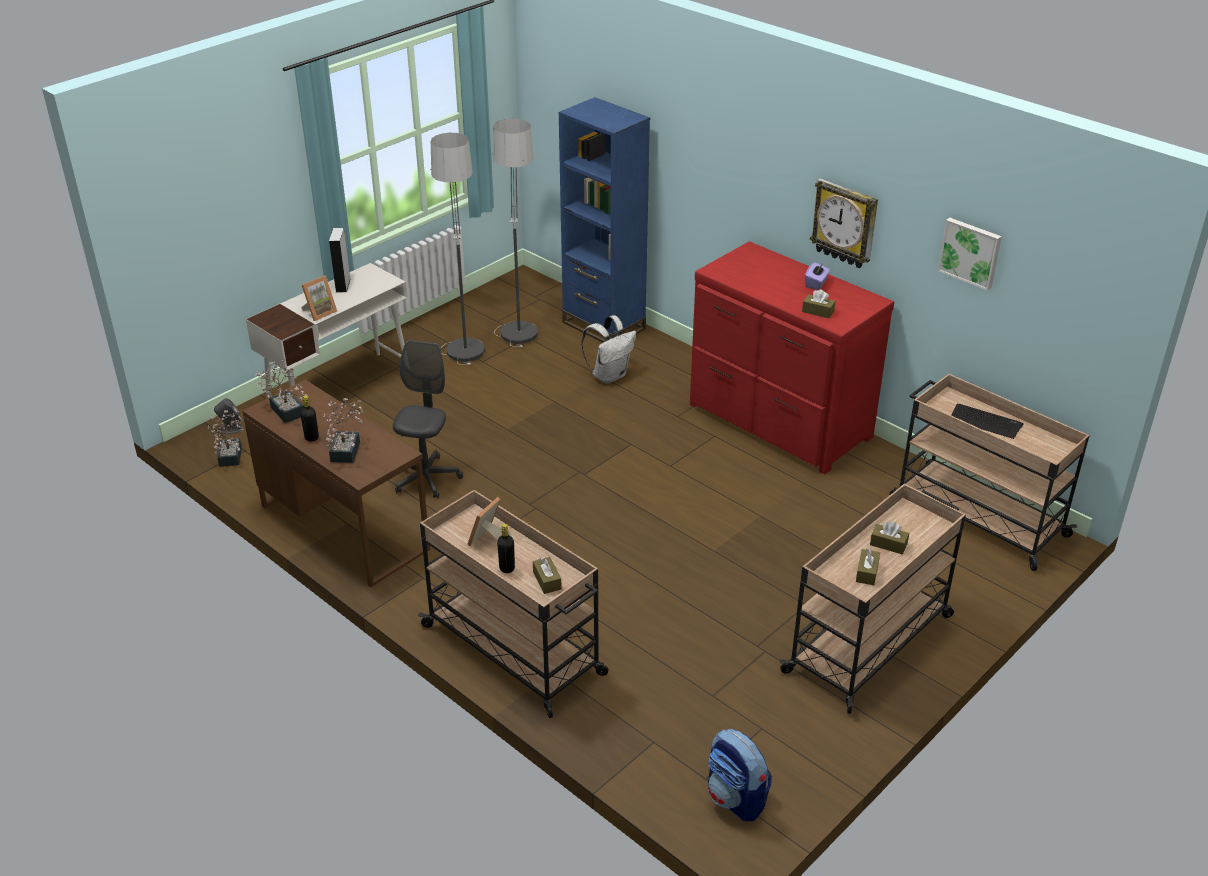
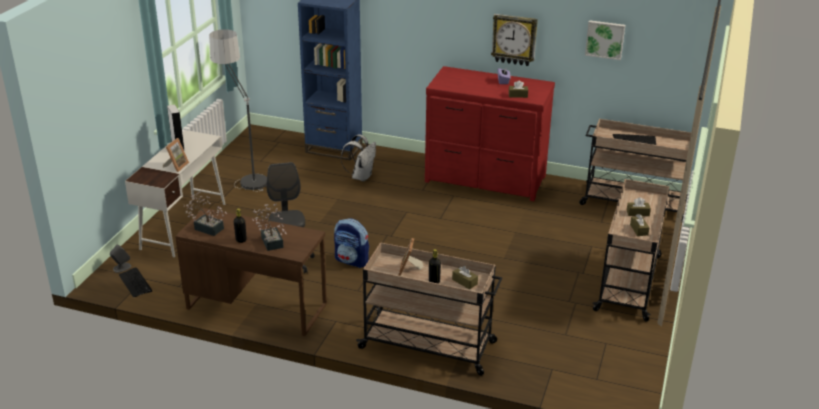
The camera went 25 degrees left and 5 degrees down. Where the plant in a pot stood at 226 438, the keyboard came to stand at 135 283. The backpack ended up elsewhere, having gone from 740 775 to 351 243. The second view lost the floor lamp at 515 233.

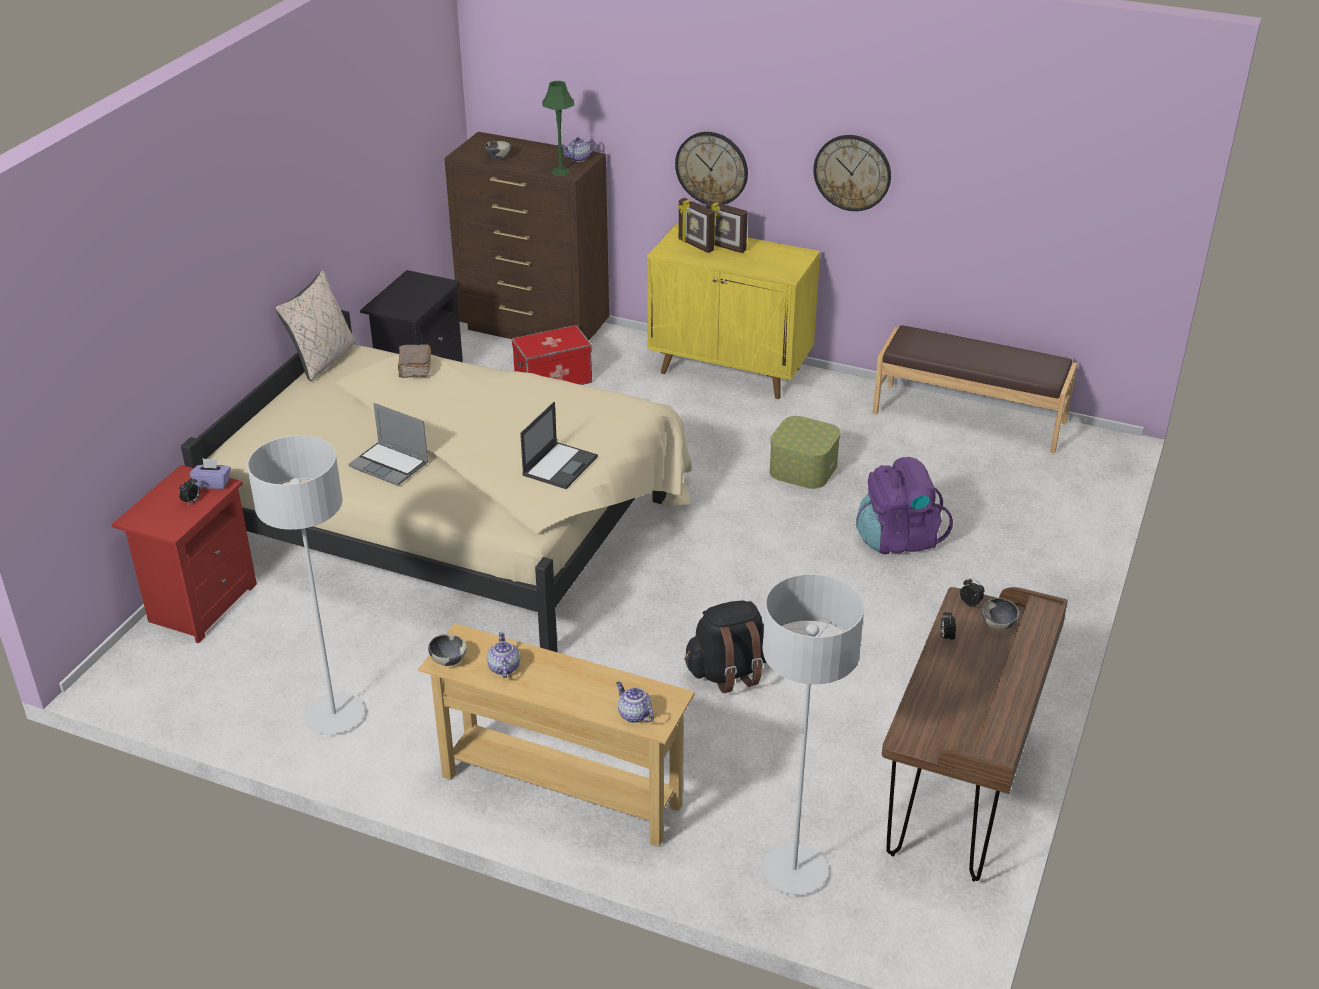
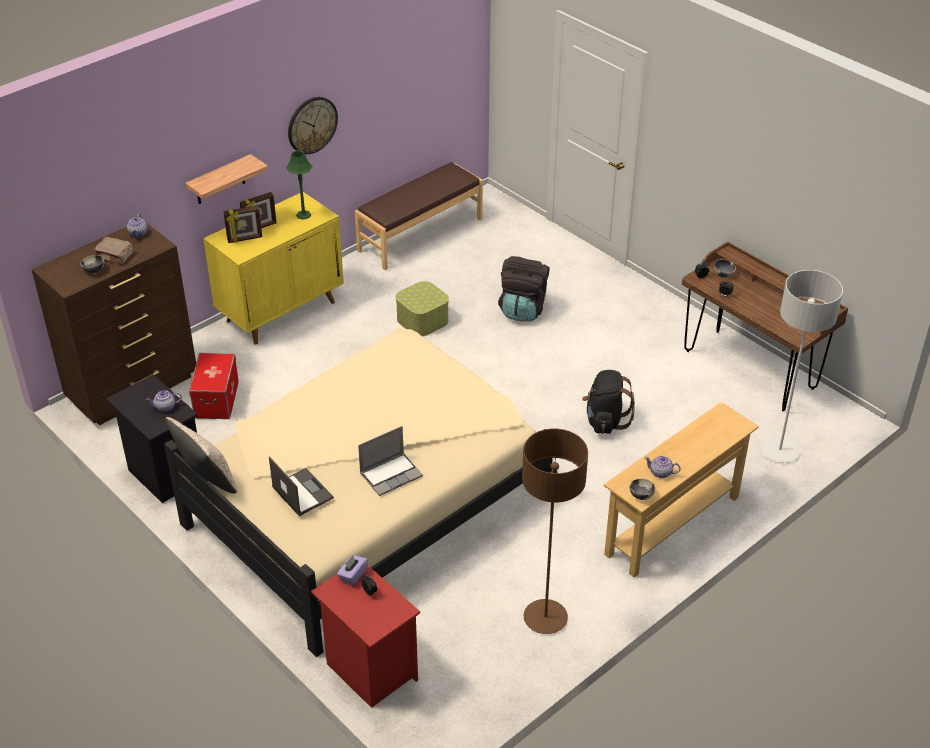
The camera went 65 degrees left and 5 degrees up. The brown-coloured bound book ended up elsewhere, having gone from 414 361 to 113 251. The pot for tea ended up elsewhere, having gone from 635 702 to 164 401. Where the wall clock hung at 711 168, the bracket shelf came to hang at 226 179. The laptop ended up elsewhere, having gone from 559 445 to 301 486. The green-coloured tabletop lamp ended up elsewhere, having gone from 558 128 to 299 185. What was the purplish backpack at 904 505 turned into the blackish backpack at 523 289. What was the grey floor lamp at 305 584 turned into the brown-coloured floor lamp at 555 531.

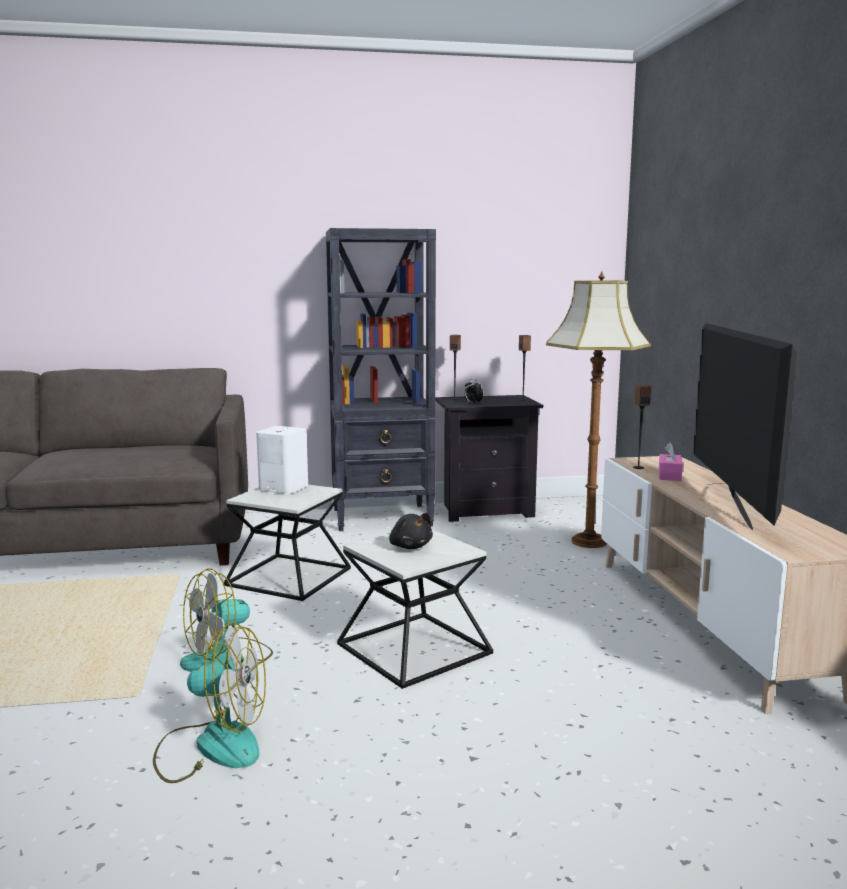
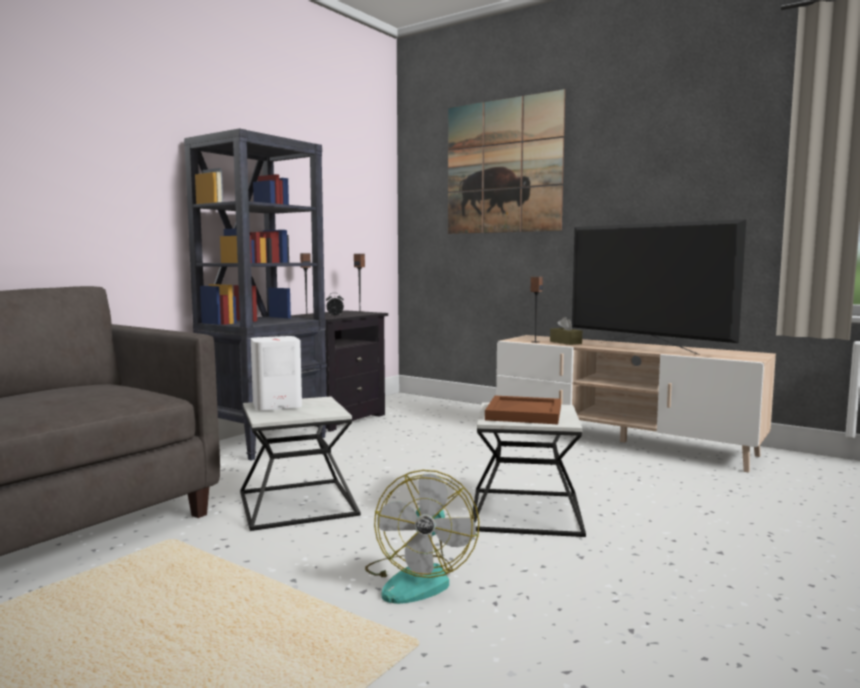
The camera went 45 degrees left and 5 degrees down. The second view gained the wall art at 506 161. Where the blackish cuddly toy stood at 411 531, the brown-coloured carrying tray came to stand at 523 410. What was the pink tissue holder at 671 461 turned into the brown-coloured tissue holder at 566 331. The second view lost the fan at 209 702. The second view lost the floor lamp at 598 410.

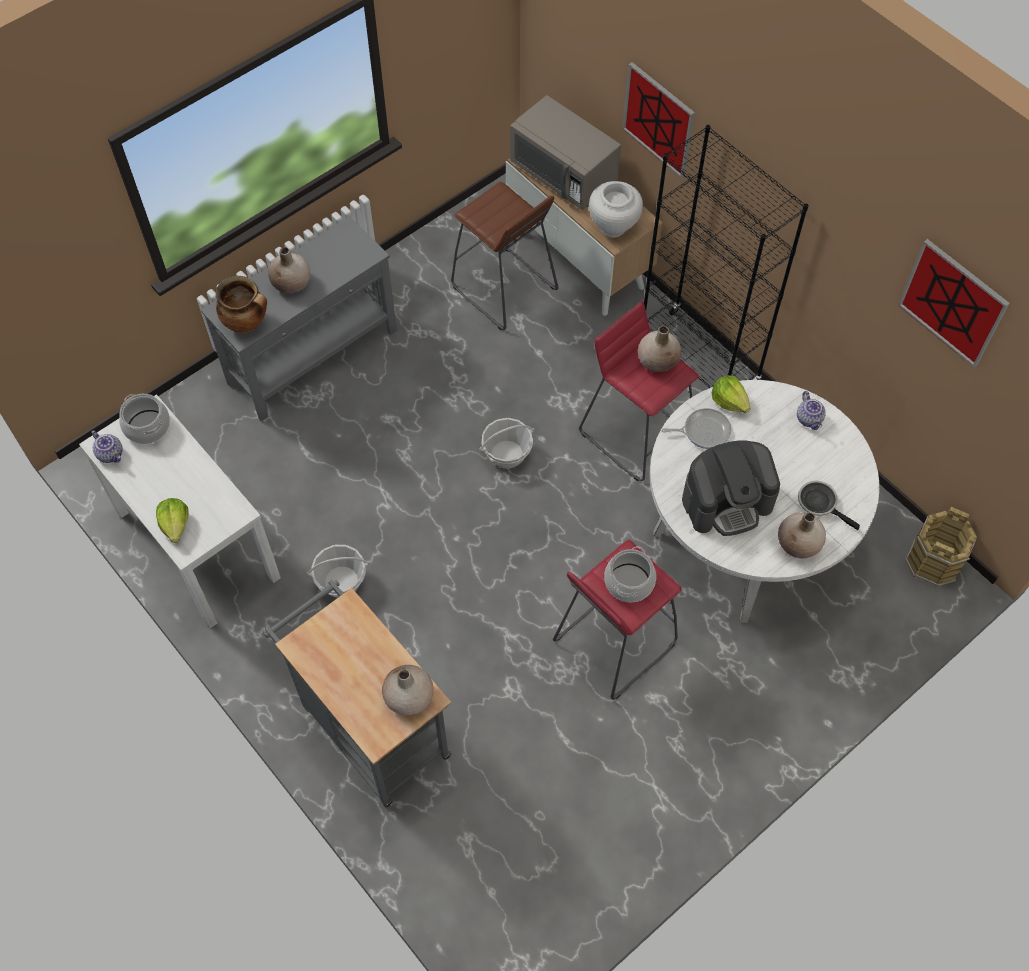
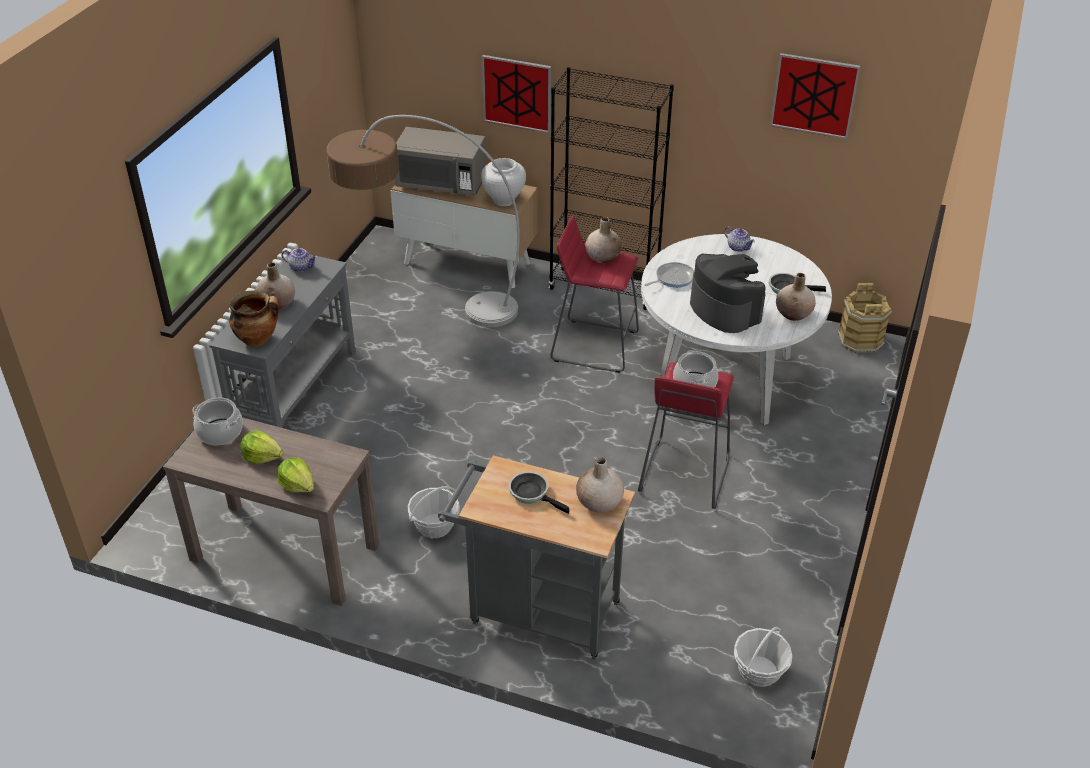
The camera went 30 degrees left and 20 degrees down. What was the whitish narrow table at 180 511 turned into the brown-coloured narrow table at 271 511. The head of lettuce ended up elsewhere, having gone from 731 394 to 262 447. The pot for tea ended up elsewhere, having gone from 107 446 to 299 260. Where the brown-coloured stool seat stood at 504 256, the floor lamp came to stand at 423 221. The second view gained the pan at 539 492. The coffee maker at 731 488 ended up facing another way, 75 degrees counterclockwise from before. The basket ended up elsewhere, having gone from 507 443 to 763 657.

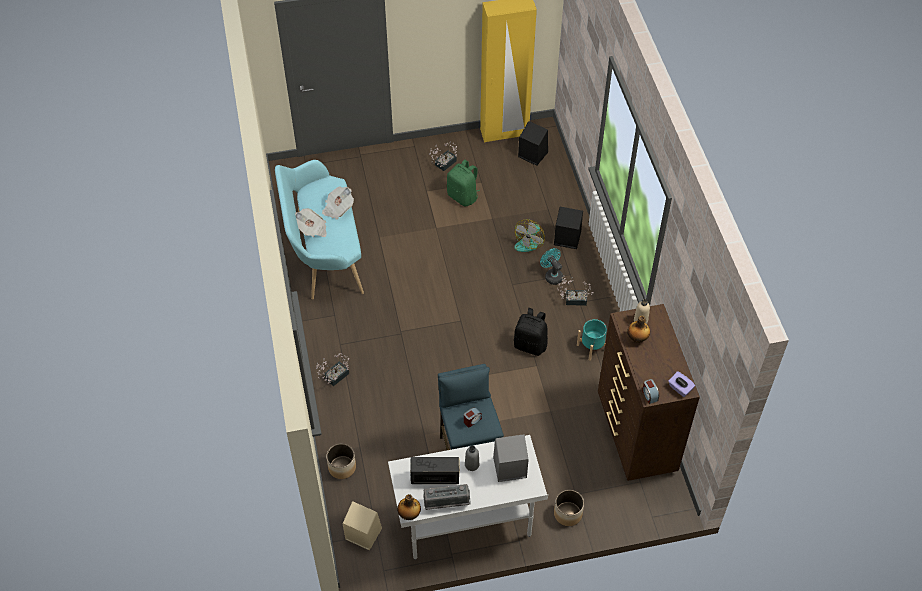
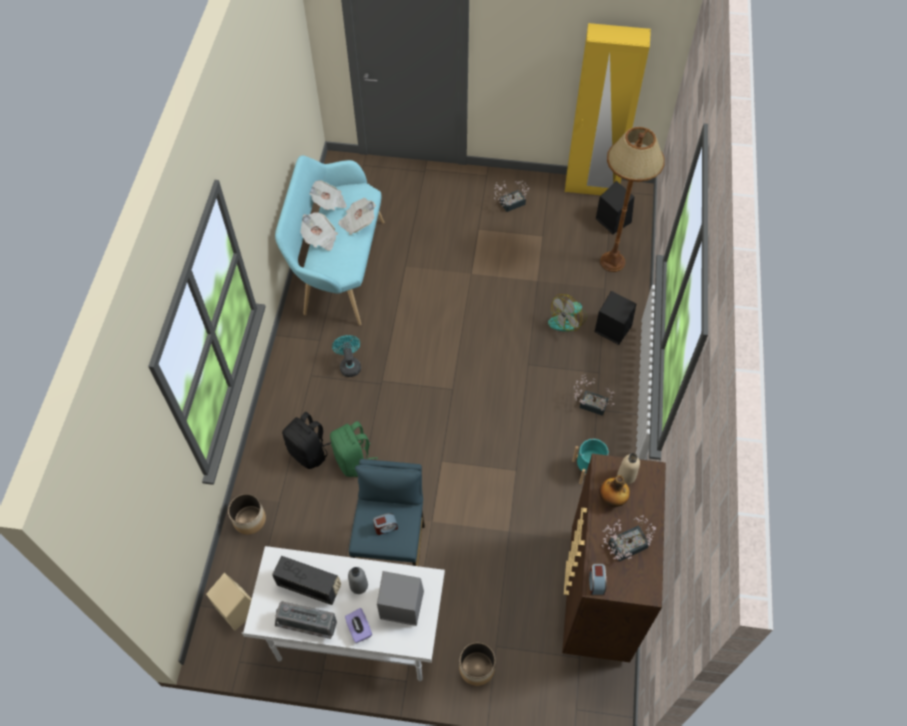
The camera went 20 degrees right and 5 degrees up. The blackish backpack ended up elsewhere, having gone from 531 332 to 306 440. The second view gained the printed paper at 328 195. The green-coloured backpack ended up elsewhere, having gone from 463 182 to 354 449. The blue-green fan ended up elsewhere, having gone from 551 266 to 346 356. The purplish tissue holder ended up elsewhere, having gone from 681 384 to 358 625. The second view gained the brown-coloured floor lamp at 632 199. The plant in a pot ended up elsewhere, having gone from 332 369 to 629 538. The second view lost the bottle at 409 507.

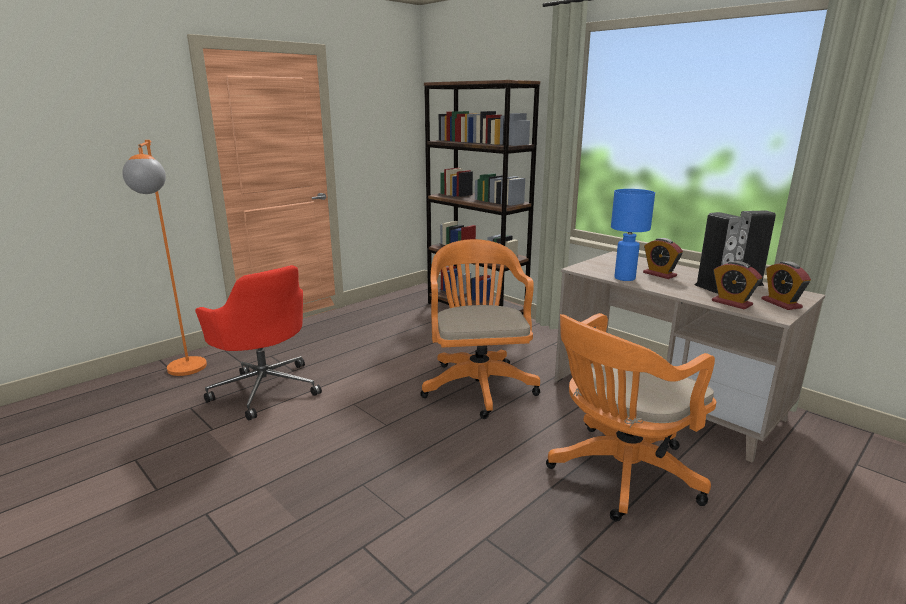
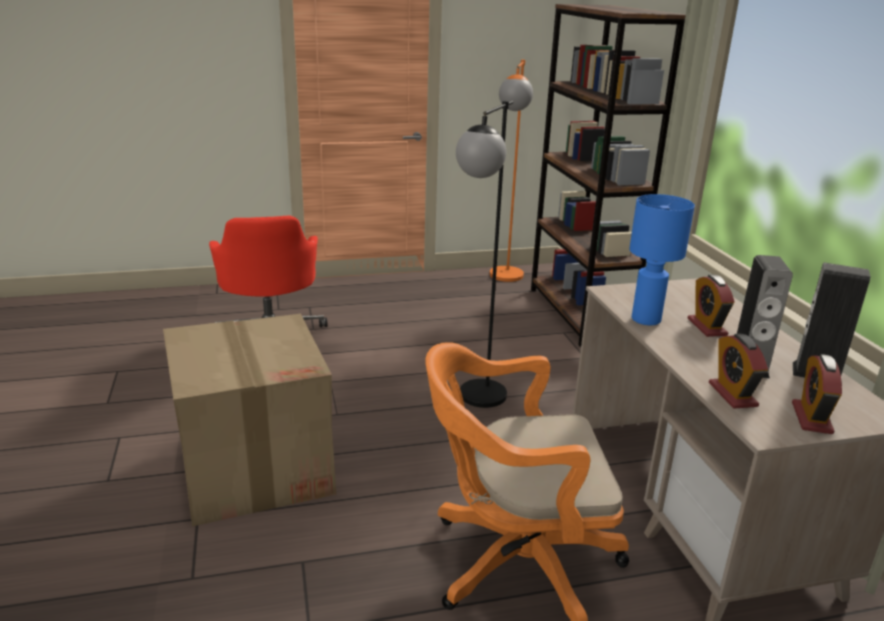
The camera went 30 degrees right and 5 degrees up. The second view gained the cardboard box at 249 420. Where the orange office chair stood at 480 329, the blackish floor lamp came to stand at 485 254. The orange floor lamp ended up elsewhere, having gone from 164 258 to 511 171.

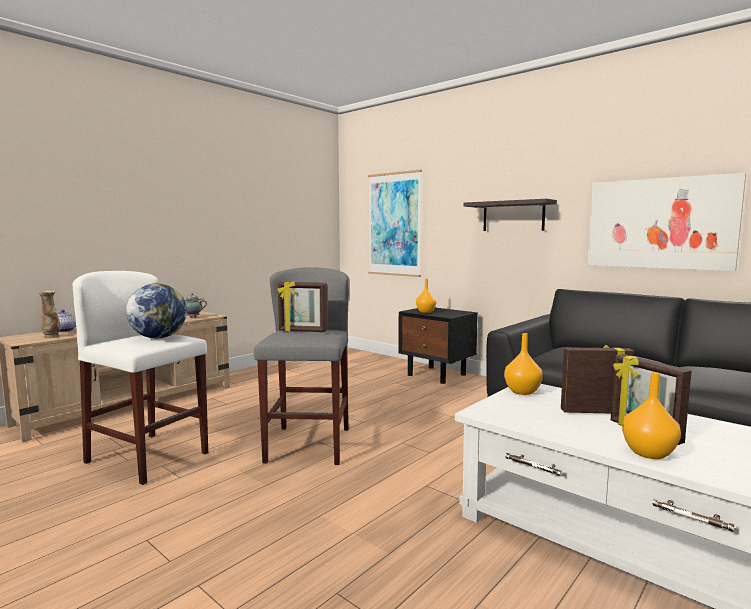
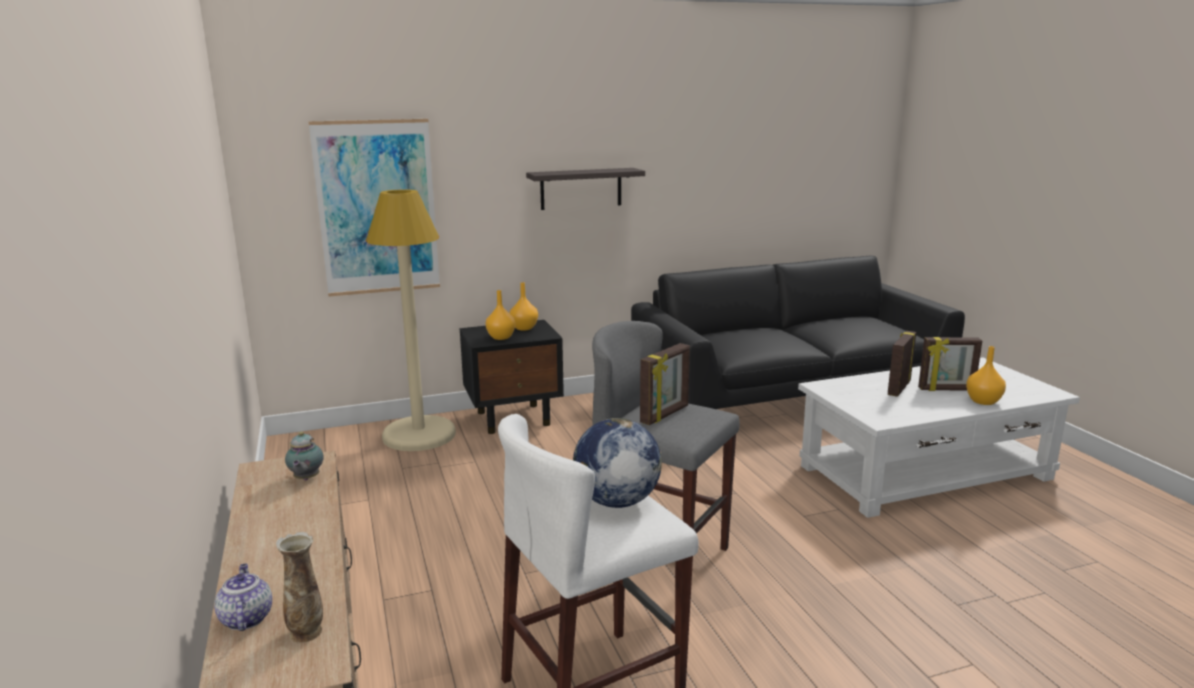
The camera went 60 degrees left and 10 degrees up. The second view gained the beige-coloured floor lamp at 411 320. The orange flower vase ended up elsewhere, having gone from 523 364 to 524 306. The second view lost the wall art at 666 222.

